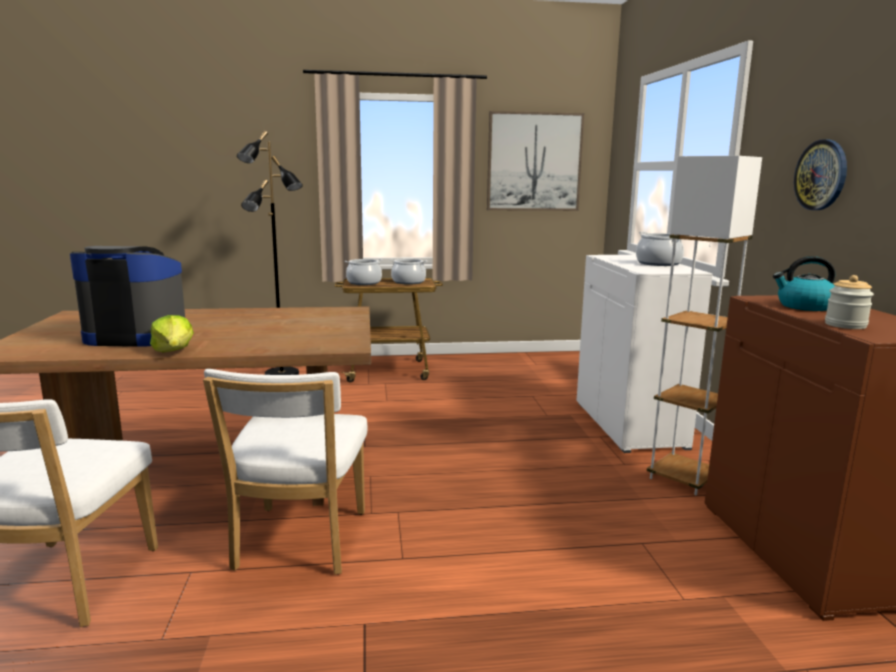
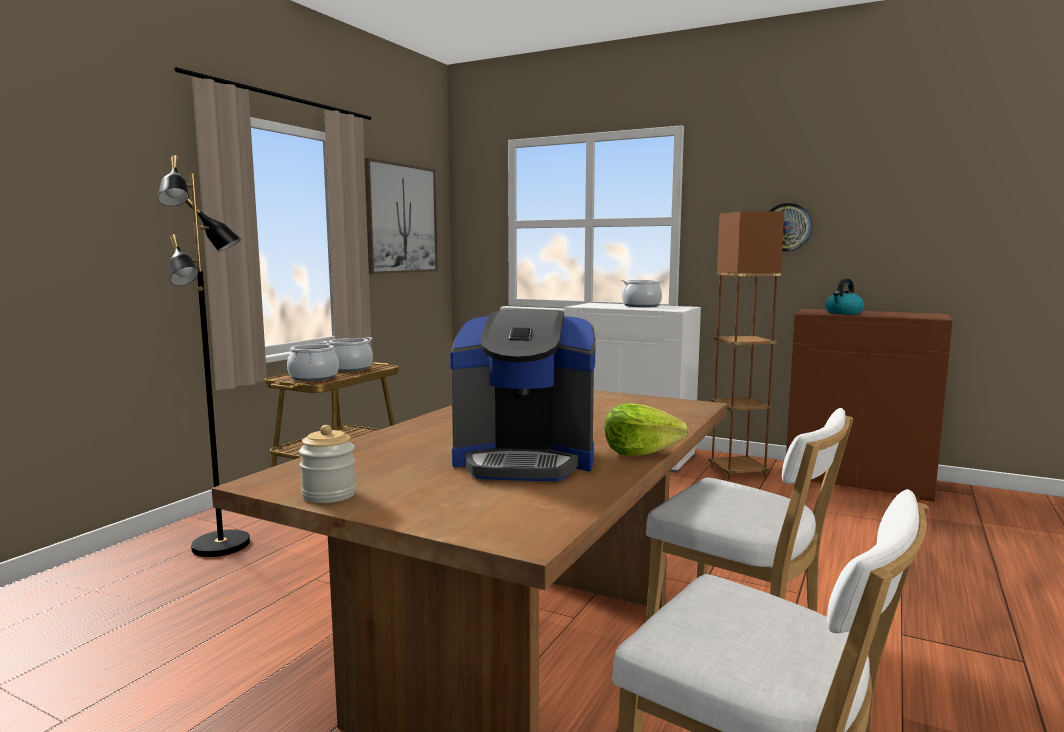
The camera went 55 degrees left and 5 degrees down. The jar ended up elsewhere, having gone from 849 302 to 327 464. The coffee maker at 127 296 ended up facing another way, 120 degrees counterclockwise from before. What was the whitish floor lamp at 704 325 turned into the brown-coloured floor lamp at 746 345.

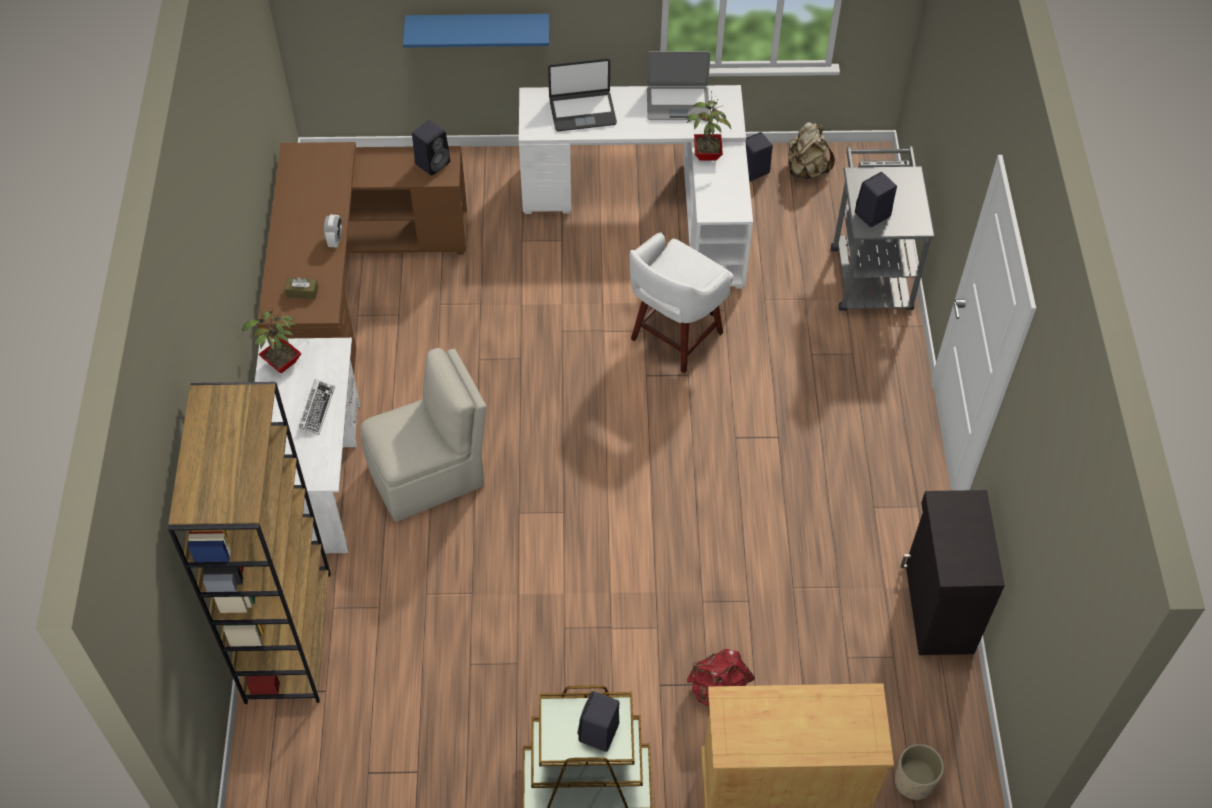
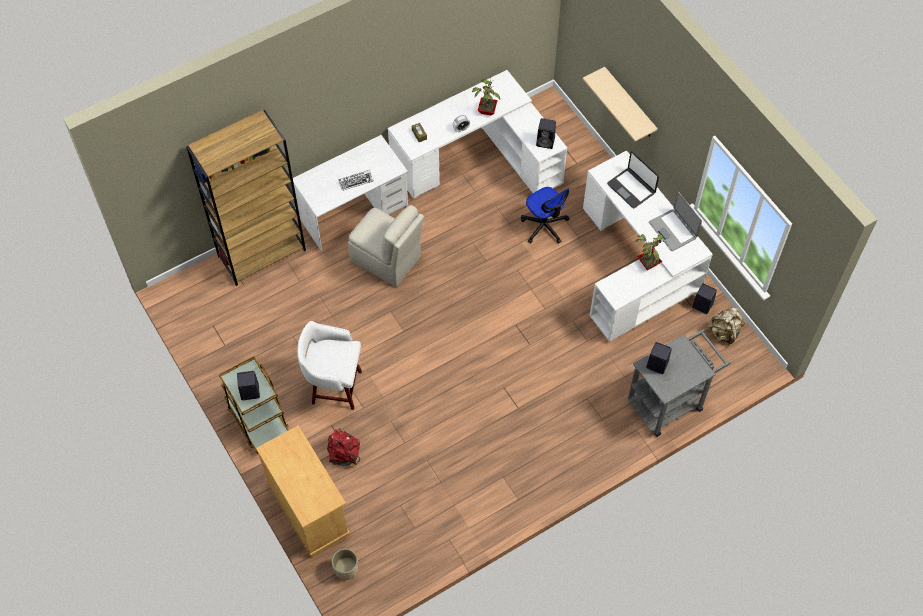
The camera went 60 degrees right and 5 degrees up. The whitish stool seat ended up elsewhere, having gone from 681 302 to 329 365. What was the brown-coloured desk at 362 258 turned into the whitish desk at 477 134. The plant in a pot ended up elsewhere, having gone from 272 339 to 485 97. The second view gained the office chair at 545 215. What was the bluish bracket shelf at 476 30 turned into the beige-coloured bracket shelf at 620 104. The second view lost the blackish cupboard at 953 572.

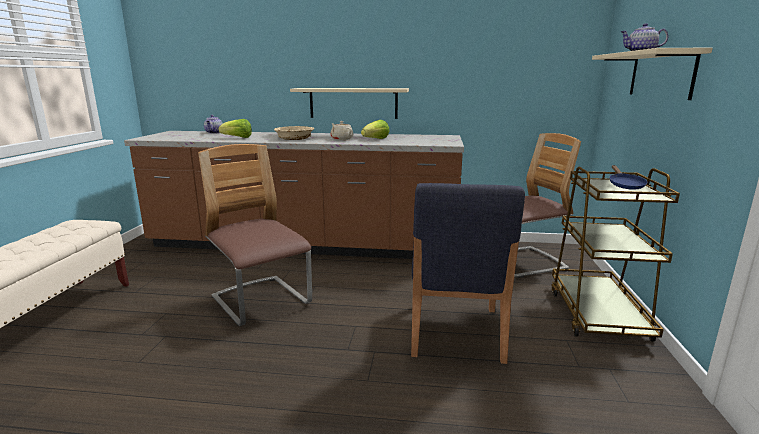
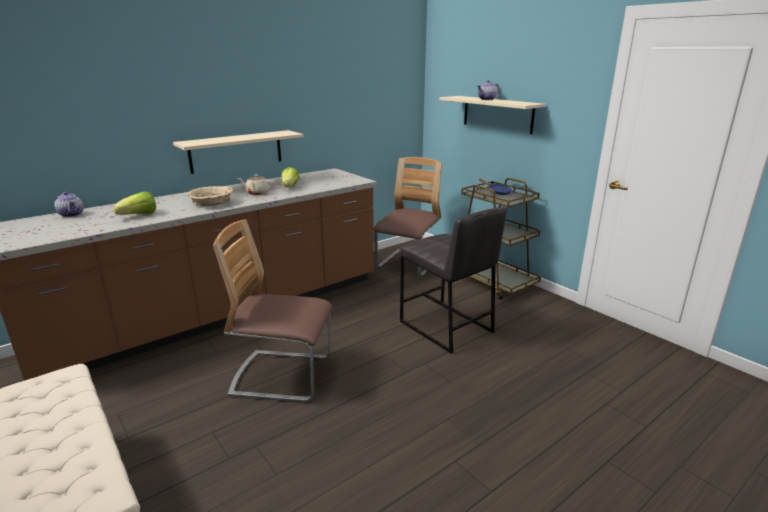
The camera went 45 degrees left and 5 degrees up. Where the bluish upright chair stood at 468 273, the grey stool seat came to stand at 453 280.

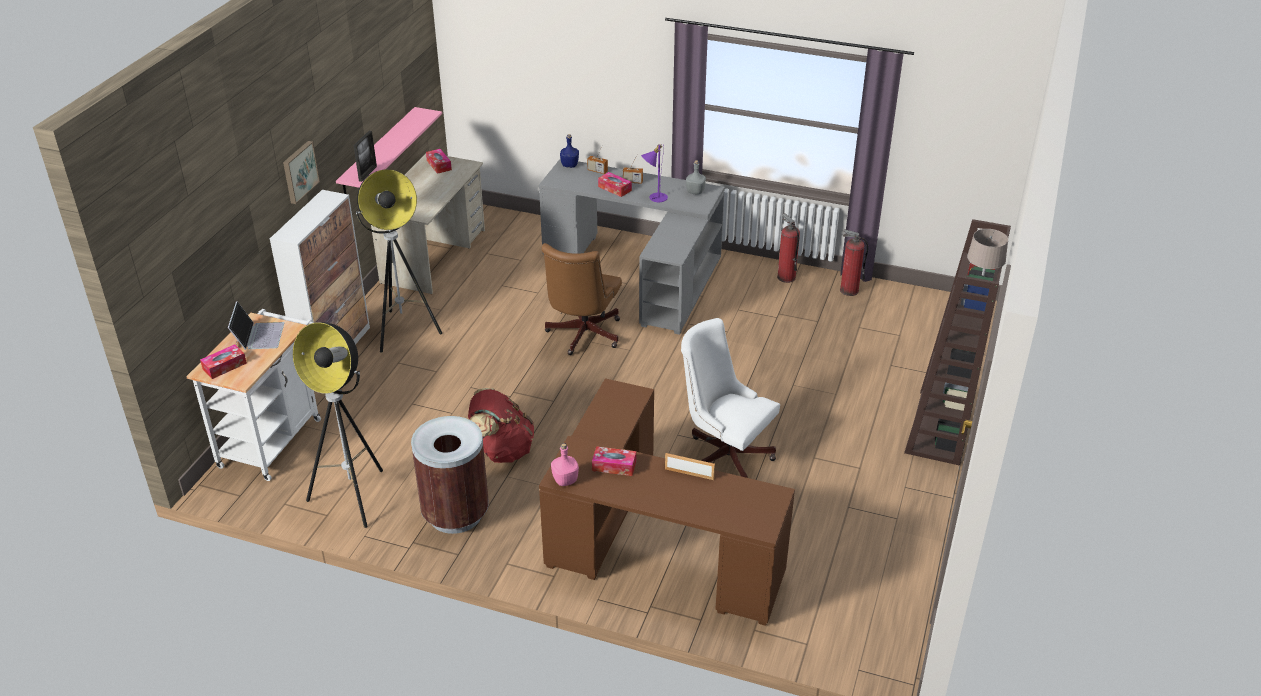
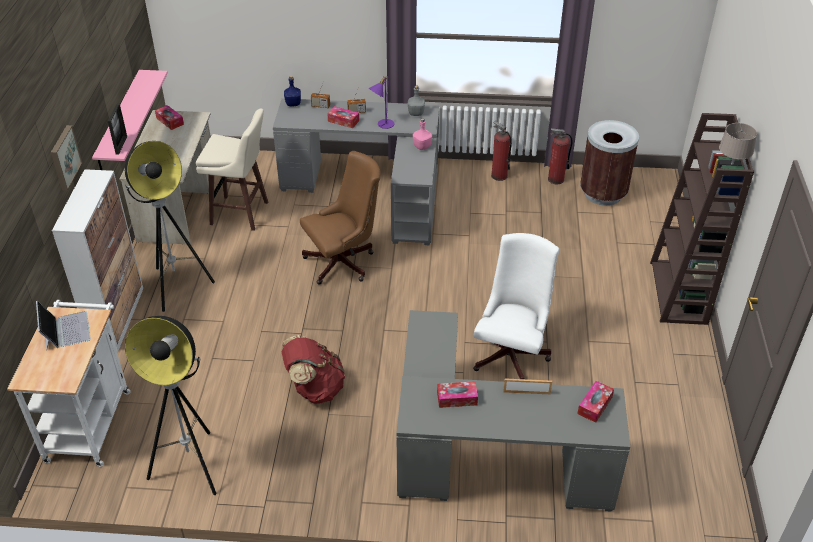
The camera went 15 degrees left and 5 degrees up. The second view gained the beige-coloured stool seat at 232 169. The brown-coloured office chair at 582 299 ended up facing another way, 120 degrees counterclockwise from before. What was the brown-coloured desk at 667 502 turned into the grey desk at 513 411. The pink bottle ended up elsewhere, having gone from 565 464 to 422 134. The whitish office chair at 730 398 ended up facing another way, 90 degrees clockwise from before. The tissue holder ended up elsewhere, having gone from 223 361 to 595 402. The brown-coloured trash can ended up elsewhere, having gone from 450 475 to 609 163.

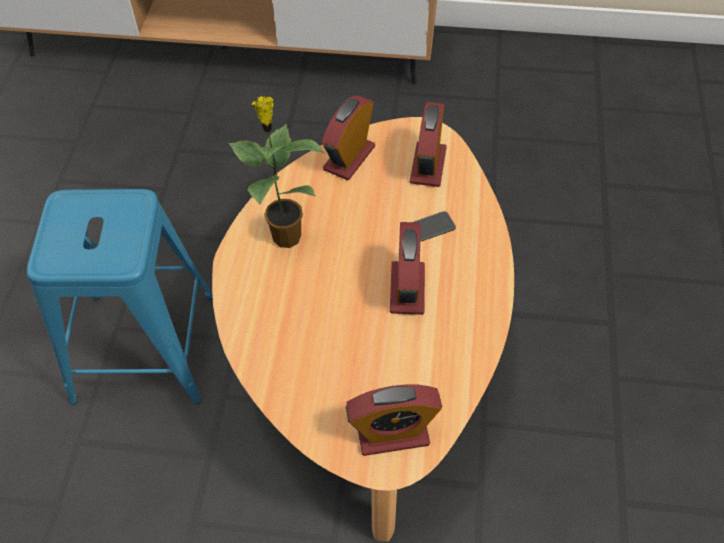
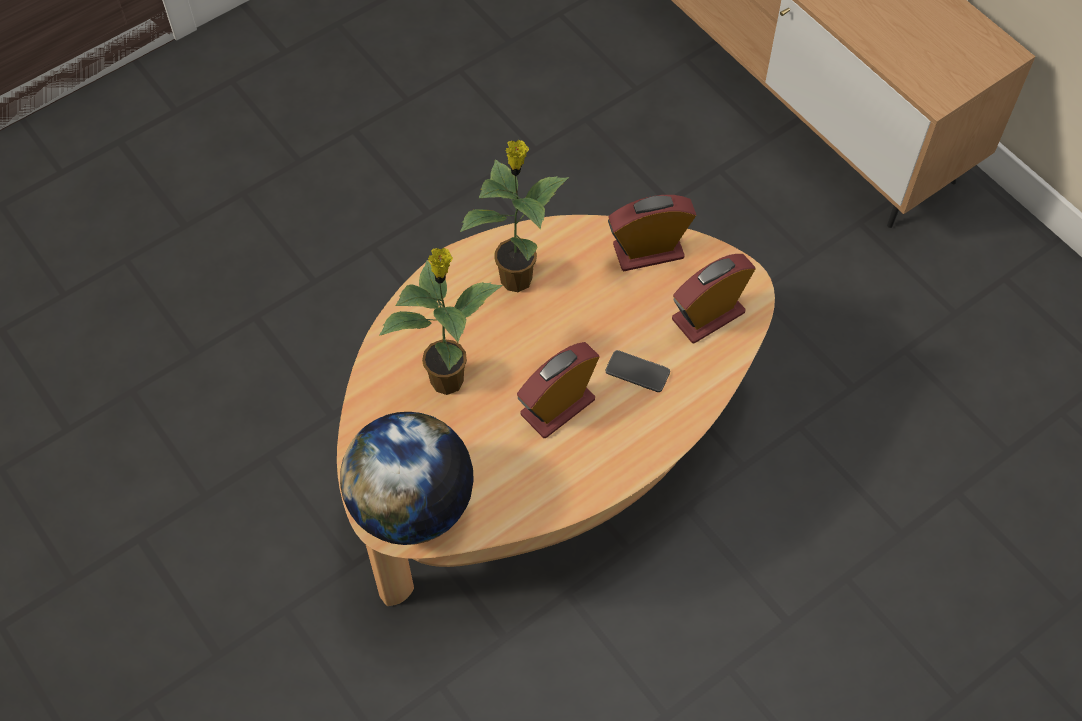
The camera went 45 degrees right and 5 degrees up. Where the table clock stood at 394 420, the globe came to stand at 407 478. The second view gained the plant in a pot at 441 321. The second view lost the bluish stool seat at 120 297.

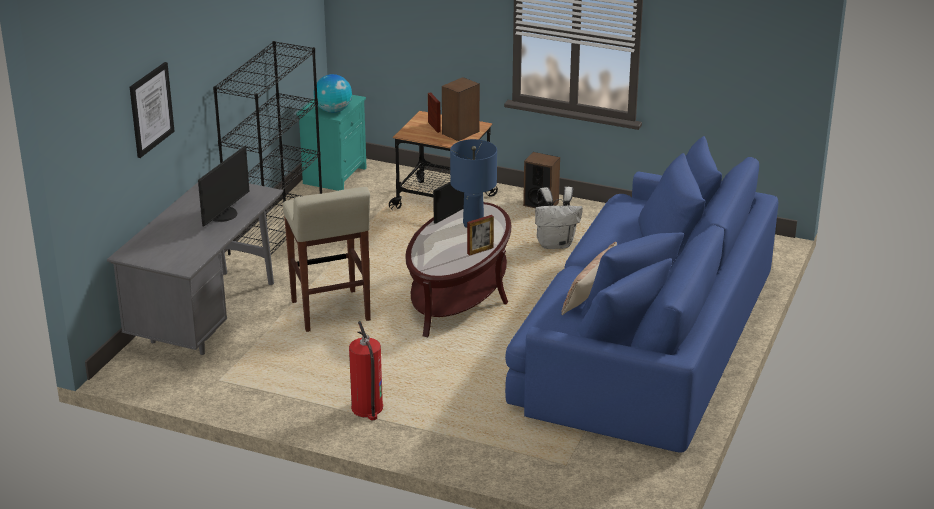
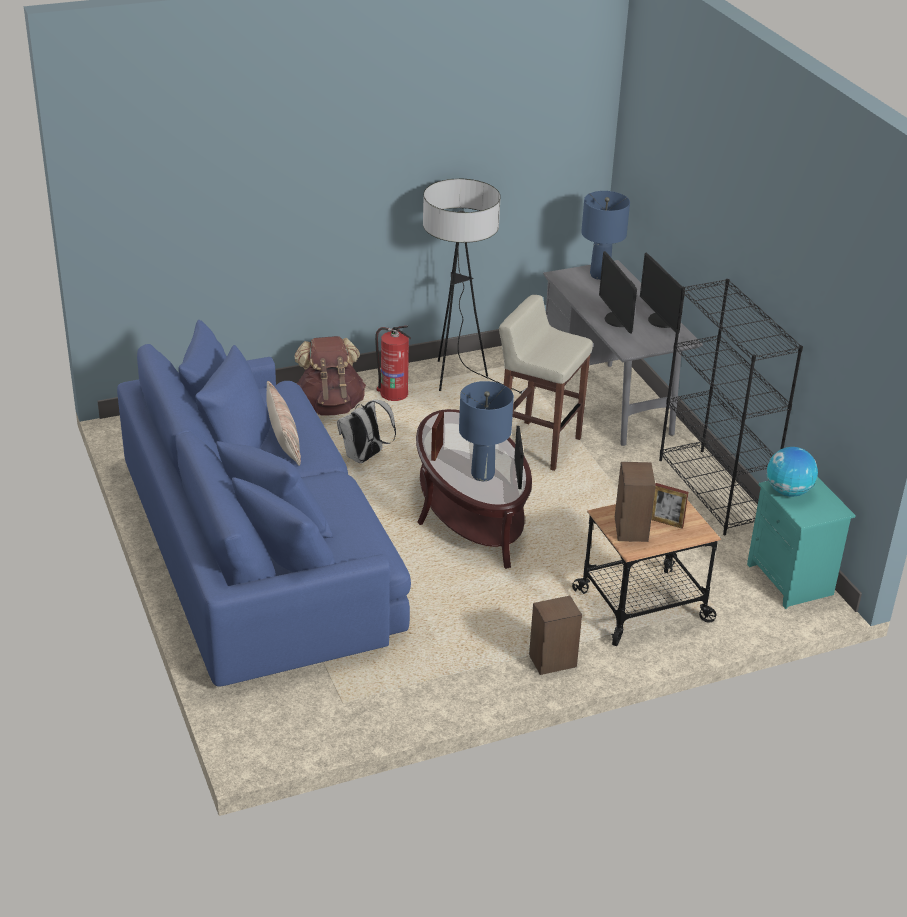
The camera went 135 degrees right and 5 degrees up. The second view gained the brown-coloured backpack at 330 376. The whitish backpack ended up elsewhere, having gone from 559 218 to 366 431. The second view gained the floor lamp at 475 288. The second view gained the bluish tabletop lamp at 605 235. The second view gained the monitor at 662 293. The second view lost the wall art at 152 110.

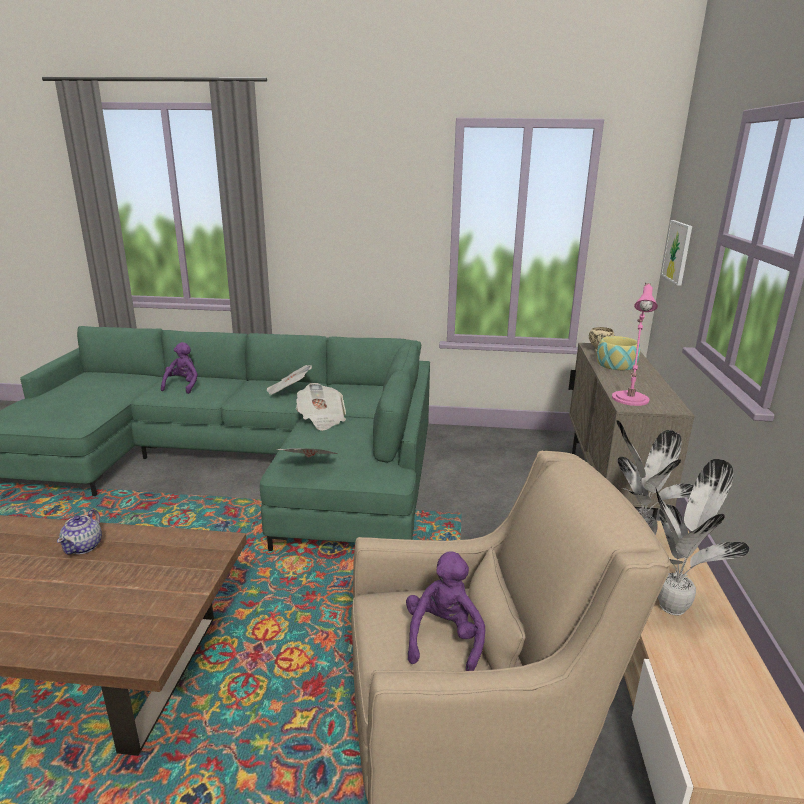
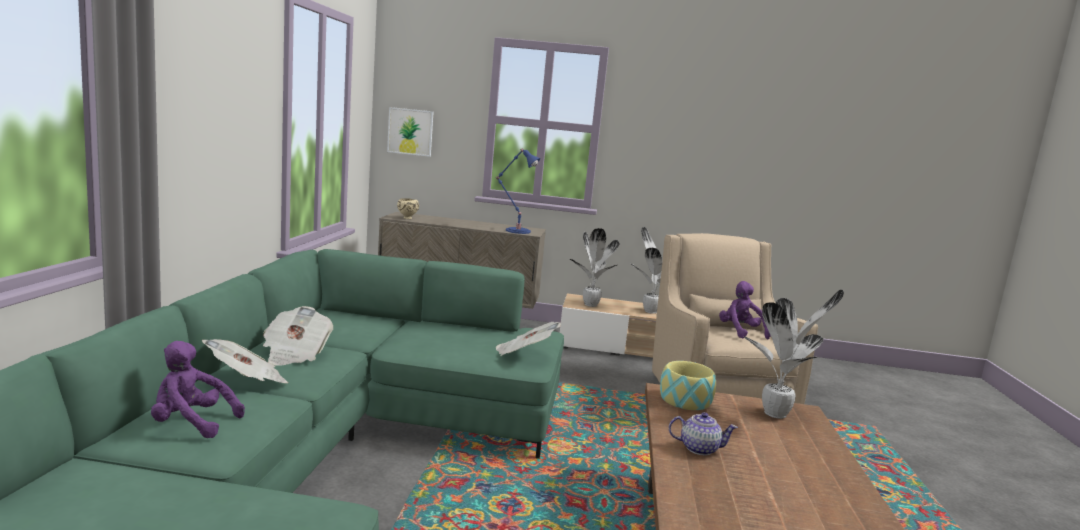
The camera went 90 degrees left and 10 degrees down. The printed paper ended up elsewhere, having gone from 321 407 to 245 361. What was the pink tabletop lamp at 635 344 turned into the bluish tabletop lamp at 518 191. The serving bowl ended up elsewhere, having gone from 618 353 to 688 385. The purplish cuddly toy at 445 611 ended up facing another way, 60 degrees clockwise from before. The second view gained the plant in a pot at 794 354.

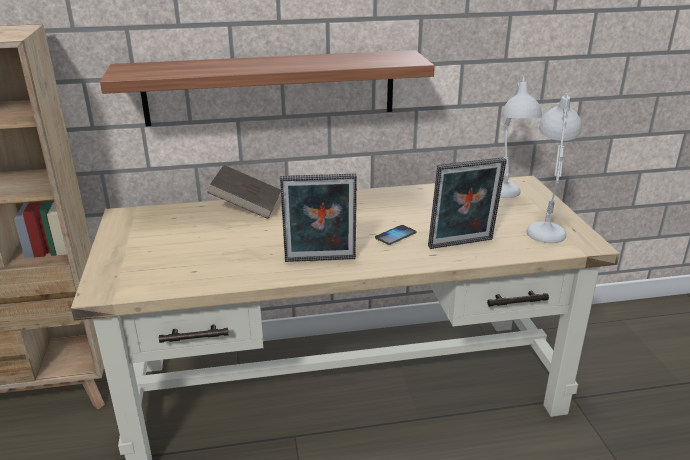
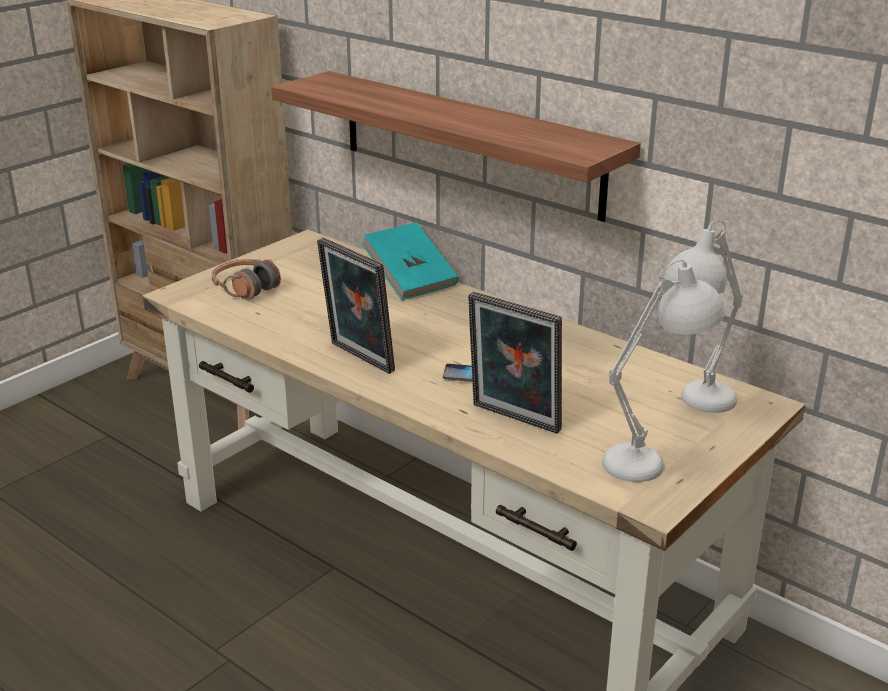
The camera went 50 degrees right and 0 degrees up. The second view gained the headphones at 246 279. What was the brown-coloured bound book at 244 192 turned into the blue-green bound book at 410 261.

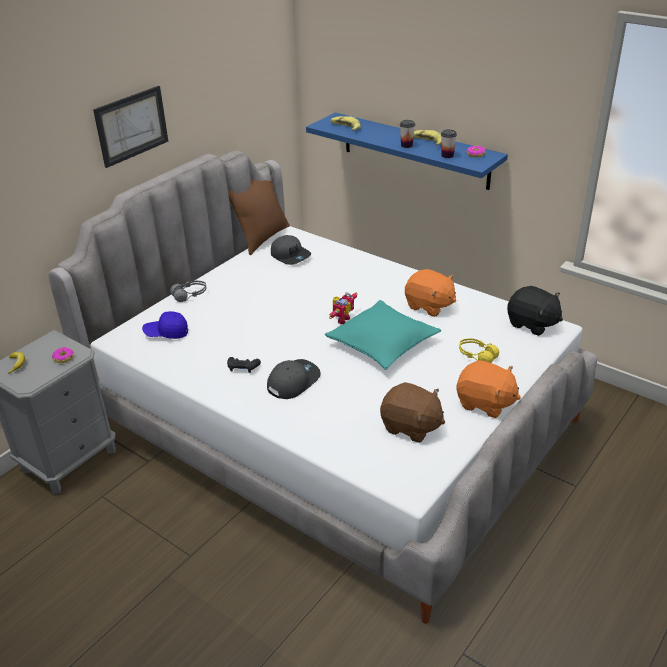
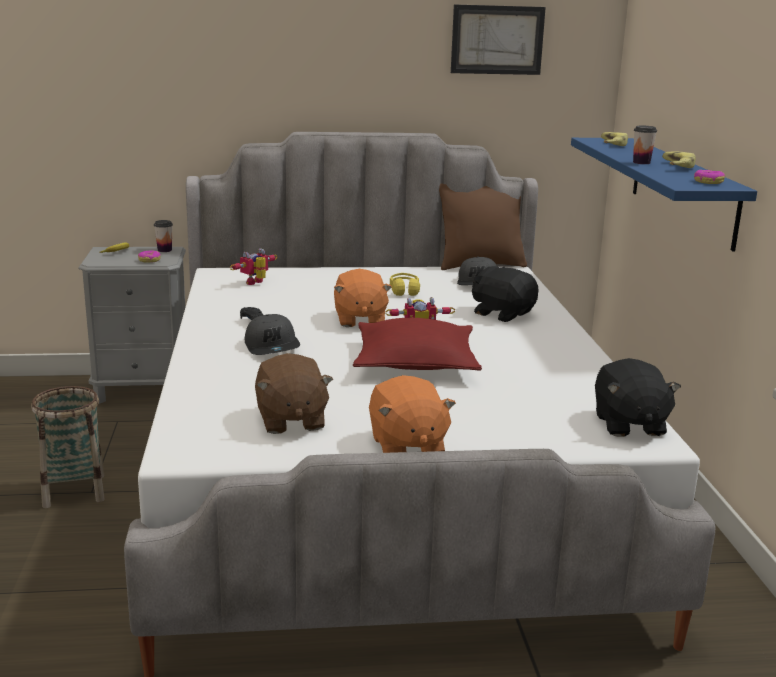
The camera went 45 degrees right and 15 degrees down. The second view gained the basket at 68 447. The small cup ended up elsewhere, having gone from 449 143 to 163 236. Where the bluish peaked cap stood at 165 325, the robot figure came to stand at 253 266. The grey peaked cap at 294 379 ended up facing another way, 75 degrees clockwise from before. The orange cuddly toy ended up elsewhere, having gone from 430 293 to 363 298. What was the blue-green pillow at 383 335 turned into the red pillow at 417 344. The yellowish headphones ended up elsewhere, having gone from 479 350 to 405 284. The wall art ended up elsewhere, having gone from 130 127 to 498 39. The second view gained the blackish cuddly toy at 505 294. The second view lost the grey headphones at 188 291.

